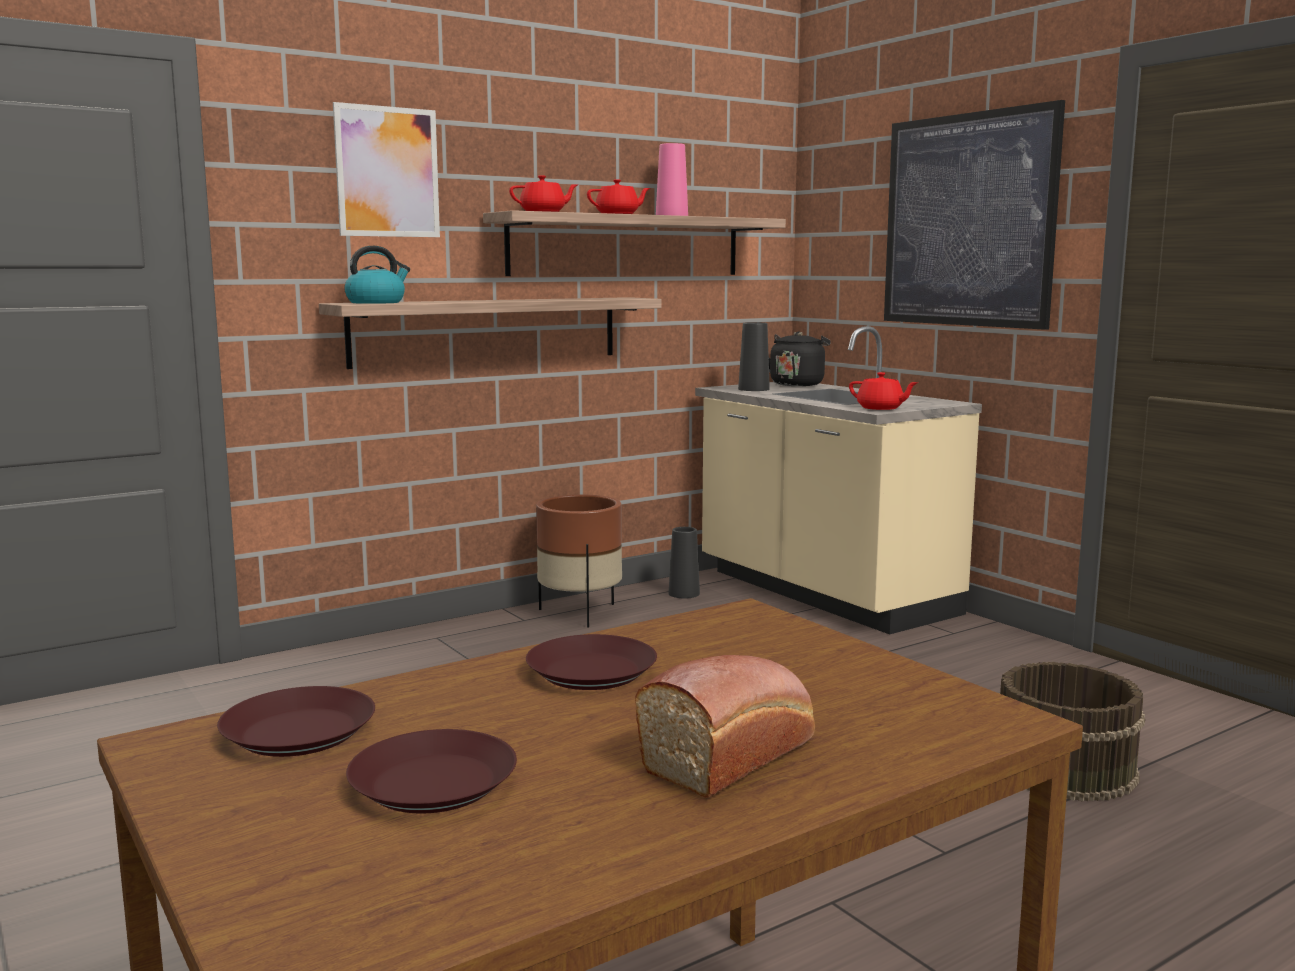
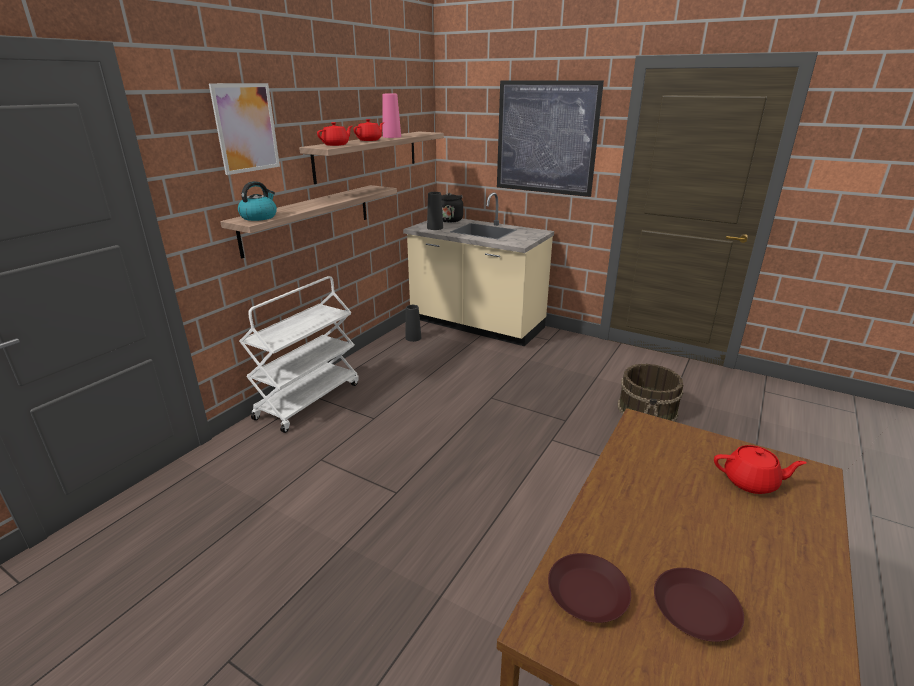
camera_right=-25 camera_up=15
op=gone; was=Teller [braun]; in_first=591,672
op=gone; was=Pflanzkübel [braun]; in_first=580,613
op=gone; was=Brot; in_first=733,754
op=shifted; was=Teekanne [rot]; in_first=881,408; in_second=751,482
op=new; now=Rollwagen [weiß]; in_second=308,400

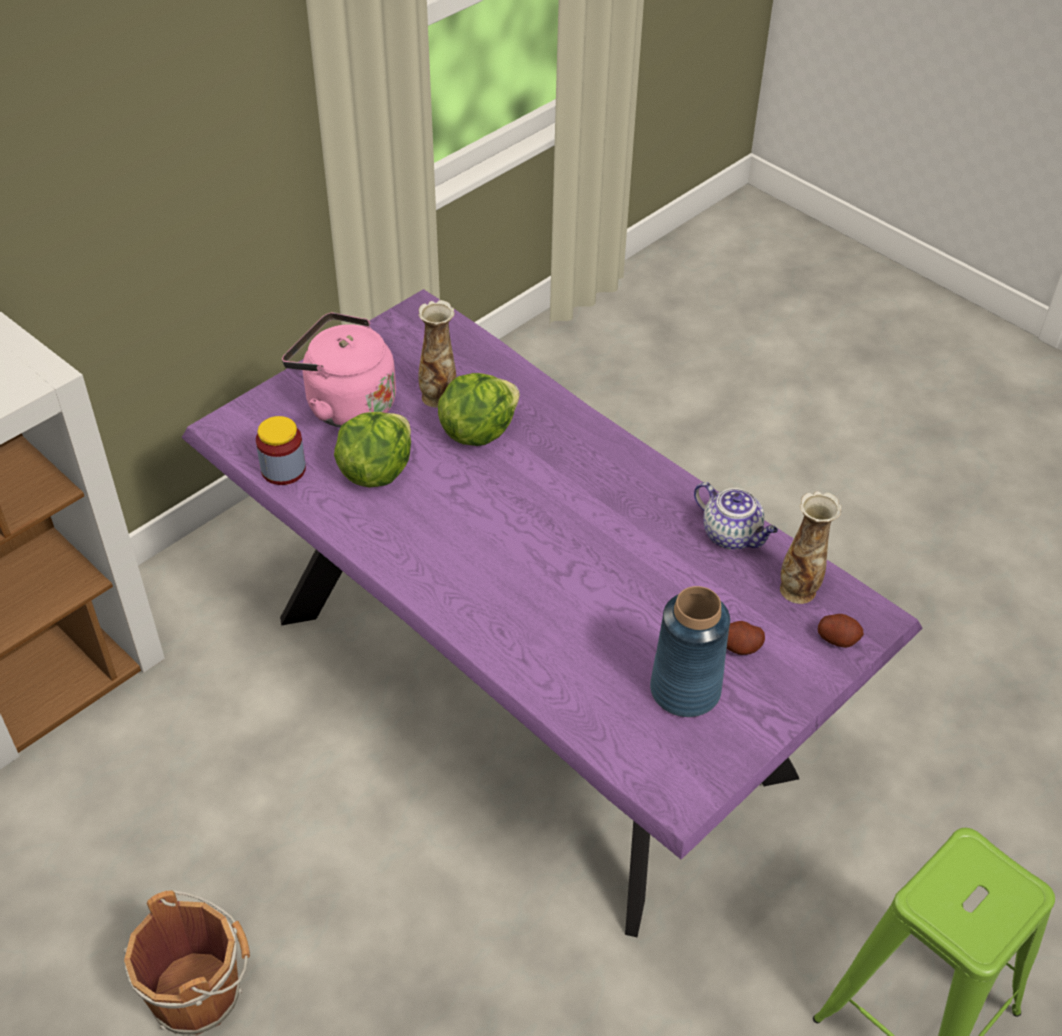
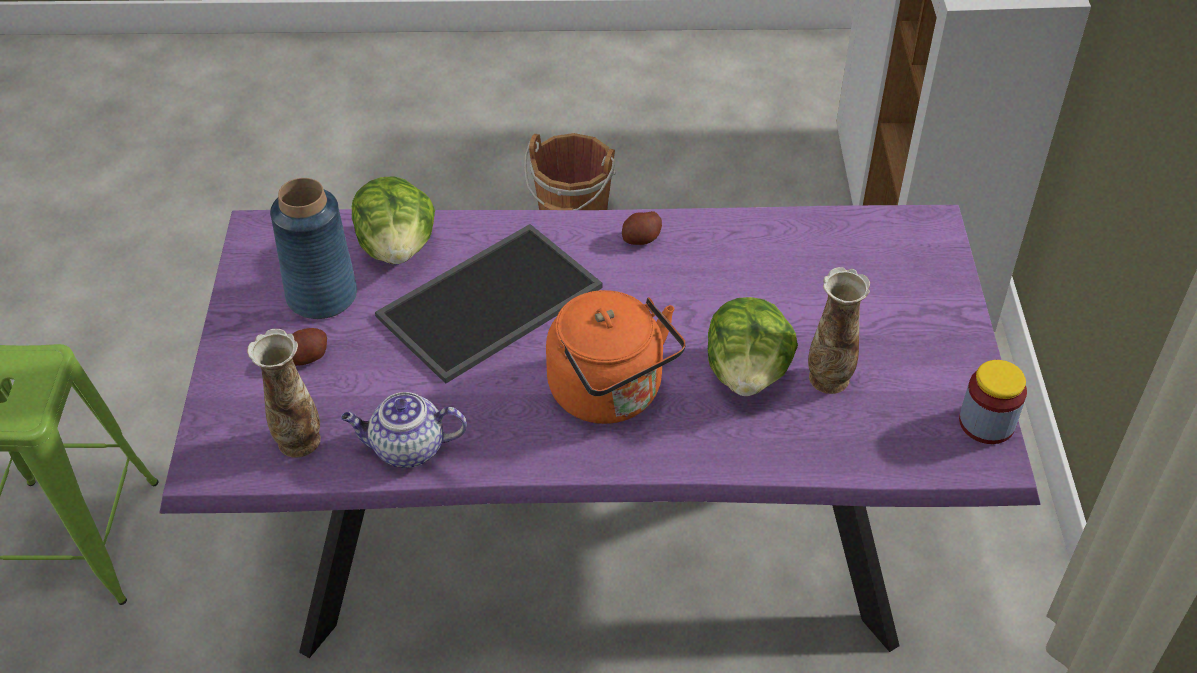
camera_right=135 camera_up=0
op=shifted; was=Vorratsglas; in_first=283,469; in_second=986,423
op=gone; was=Wasserkessel [rosa]; in_first=345,404
op=shifted; was=Salatkopf; in_first=375,471; in_second=397,248
op=shifted; was=Kartoffel; in_first=838,639; in_second=641,239
op=new; now=Tablett; in_second=489,299
op=new; now=Wasserkessel [orange]; in_second=611,394

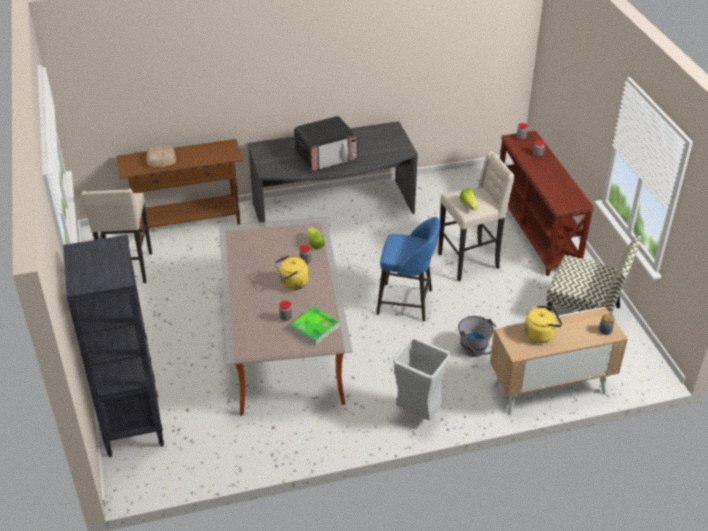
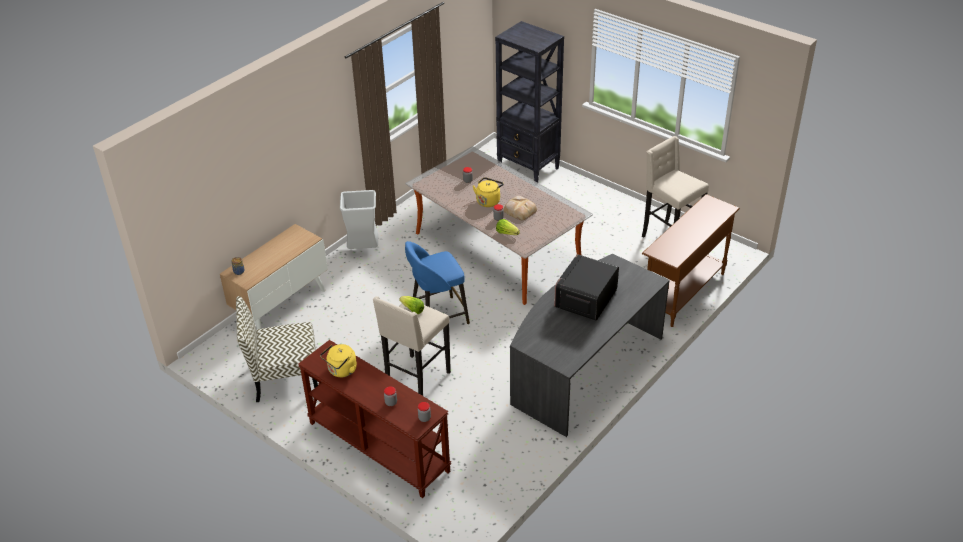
camera_right=145 camera_up=0
op=shifted; was=Brot; in_first=161,159; in_second=520,210
op=gone; was=Tablett; in_first=315,328
op=gone; was=Eimer [grau]; in_first=477,352
op=shifted; was=Wasserkessel [gelb]; in_first=540,334; in_second=341,371

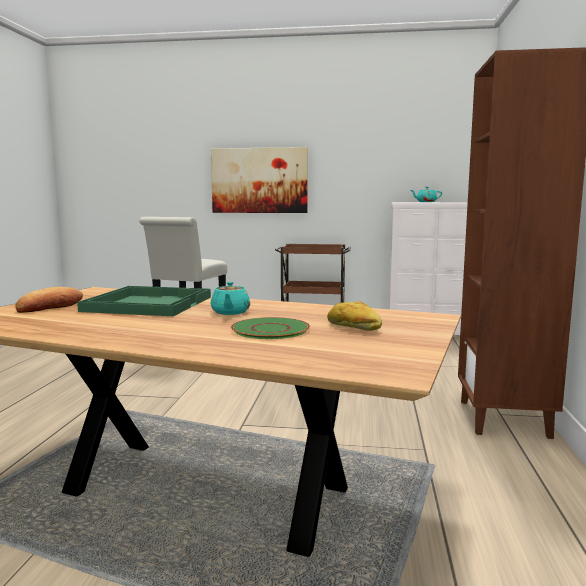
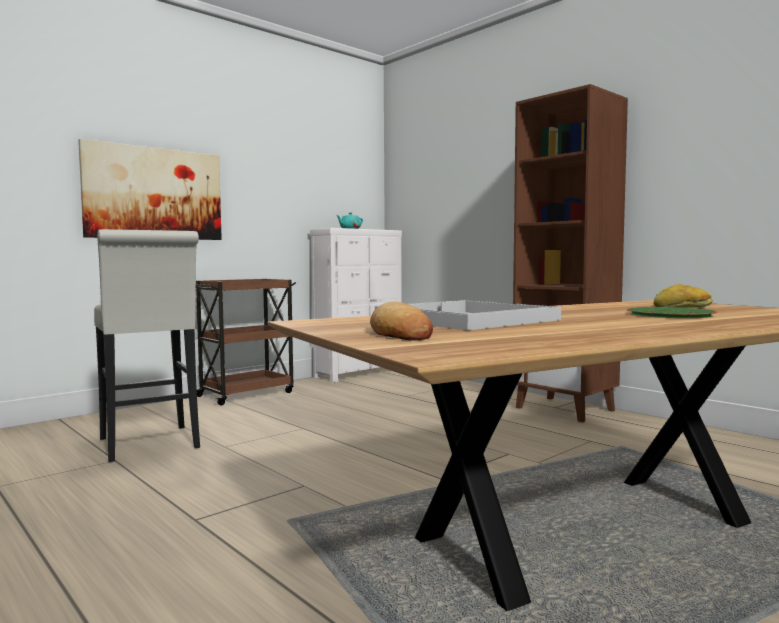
camera_right=-50 camera_up=-5
op=repainted; was=Tablett [grün]; now=Tablett [weiß]; in_first=148,303; in_second=464,319
op=gone; was=Teekanne [türkis]; in_first=230,312

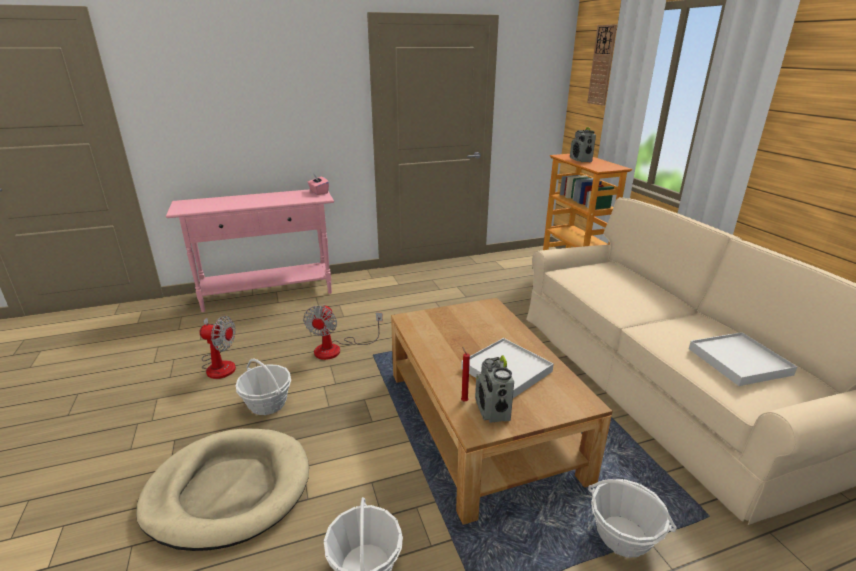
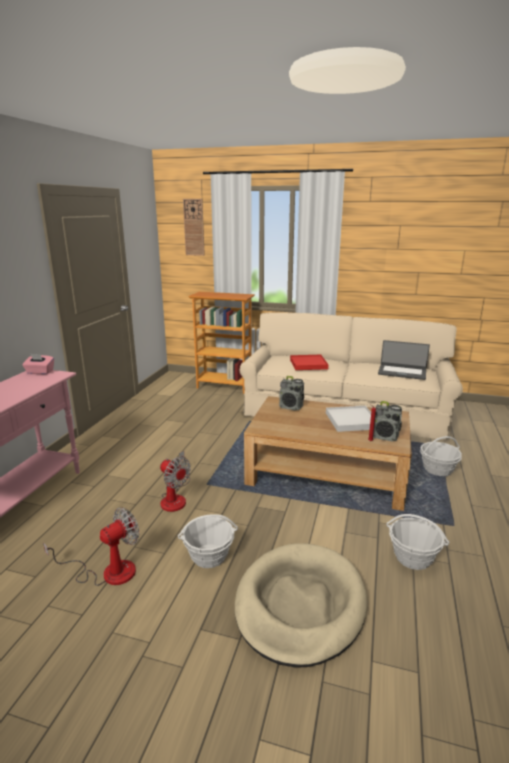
camera_right=-55 camera_up=-5
op=shifted; was=Radio; in_first=580,160; in_second=291,407
op=swapped; was=Tablett [weiß]; now=Laptop; in_first=739,361; in_second=402,372
op=new; now=Tablett [rot]; in_second=308,364

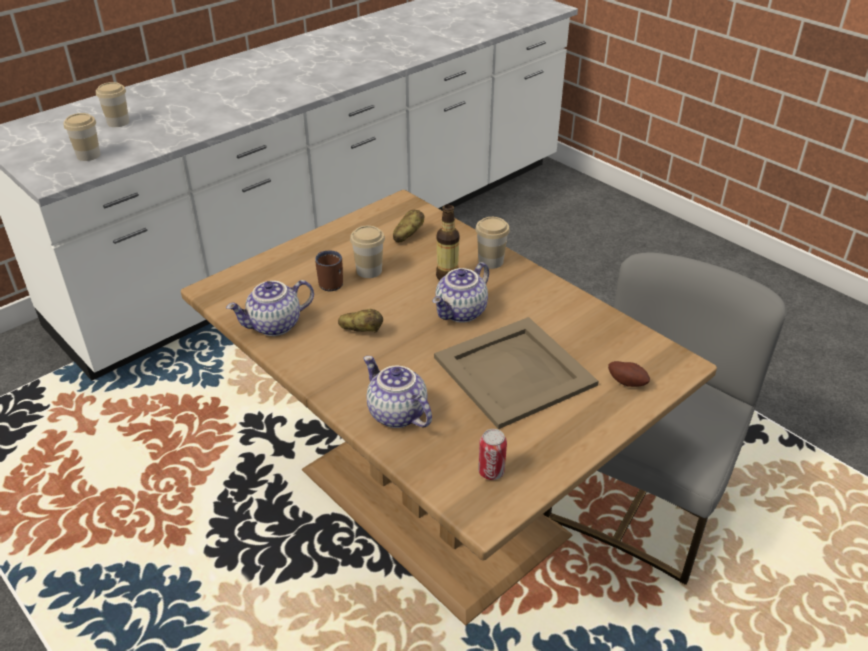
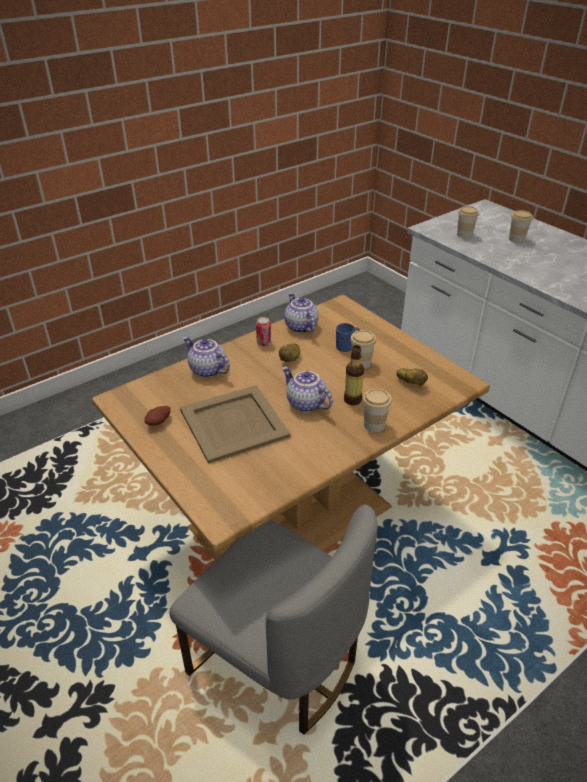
camera_right=95 camera_up=0
op=repainted; was=Henkelbecher [braun]; now=Henkelbecher [blau]; in_first=329,282; in_second=347,346
op=rotated; was=Teekanne; in_first=395,414; in_second=206,370; clockwise=-105
op=shifted; was=Dose; in_first=491,472; in_second=264,343
op=shifted; was=Kartoffel; in_first=627,382; in_second=159,422

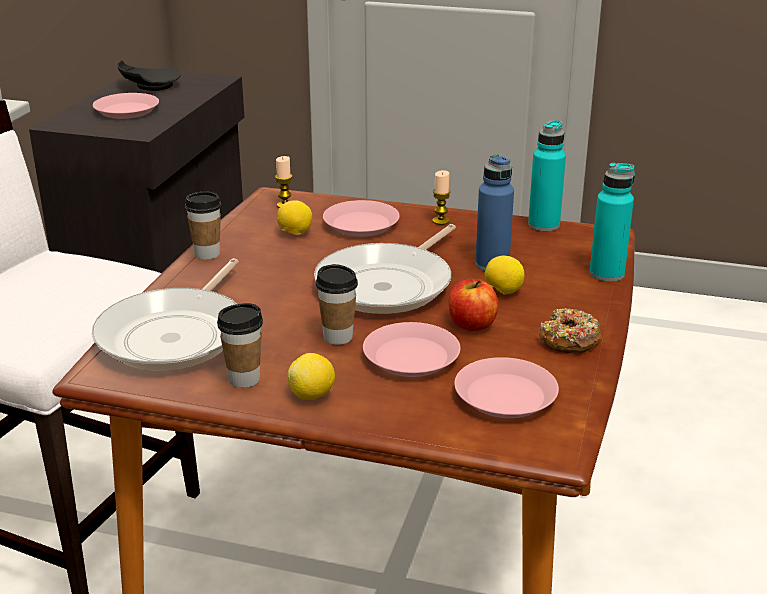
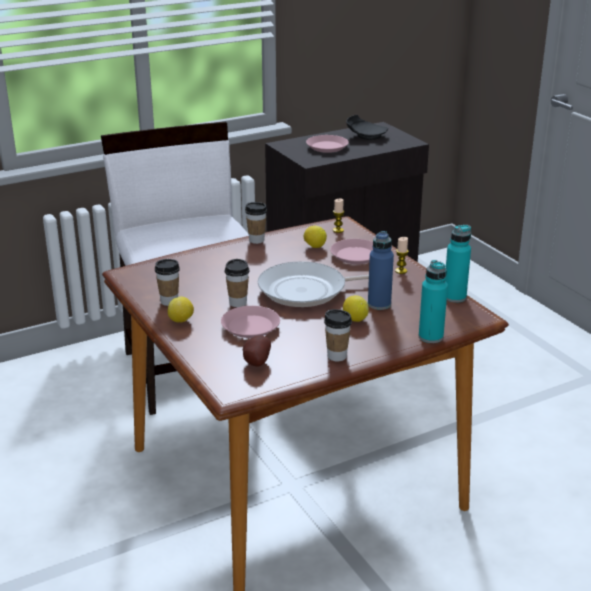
camera_right=45 camera_up=0
op=gone; was=Pfanne; in_first=177,334
op=gone; was=Apfel; in_first=472,324
op=swapped; was=Teller [rosa]; now=Kartoffel; in_first=505,396; in_second=255,362
op=swapped; was=Donut; now=Tasse; in_first=569,340; in_second=337,356

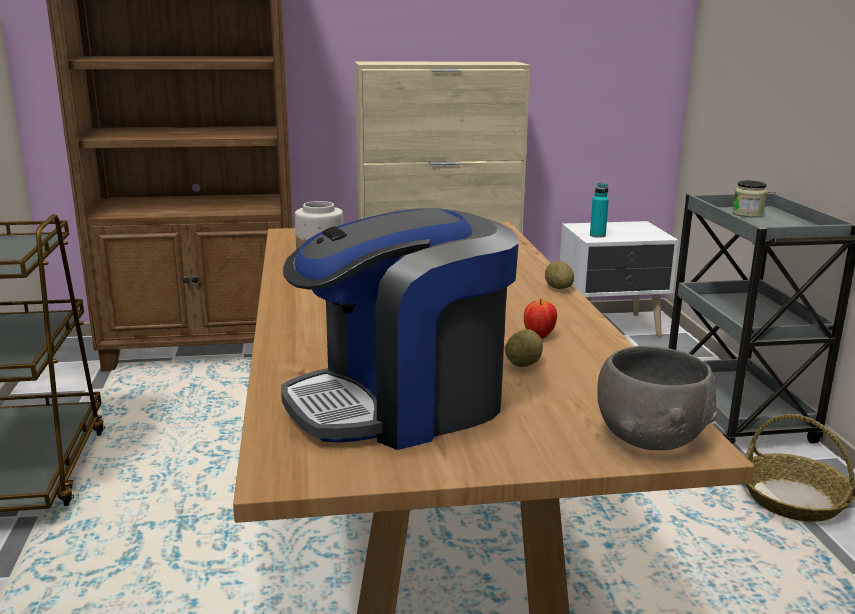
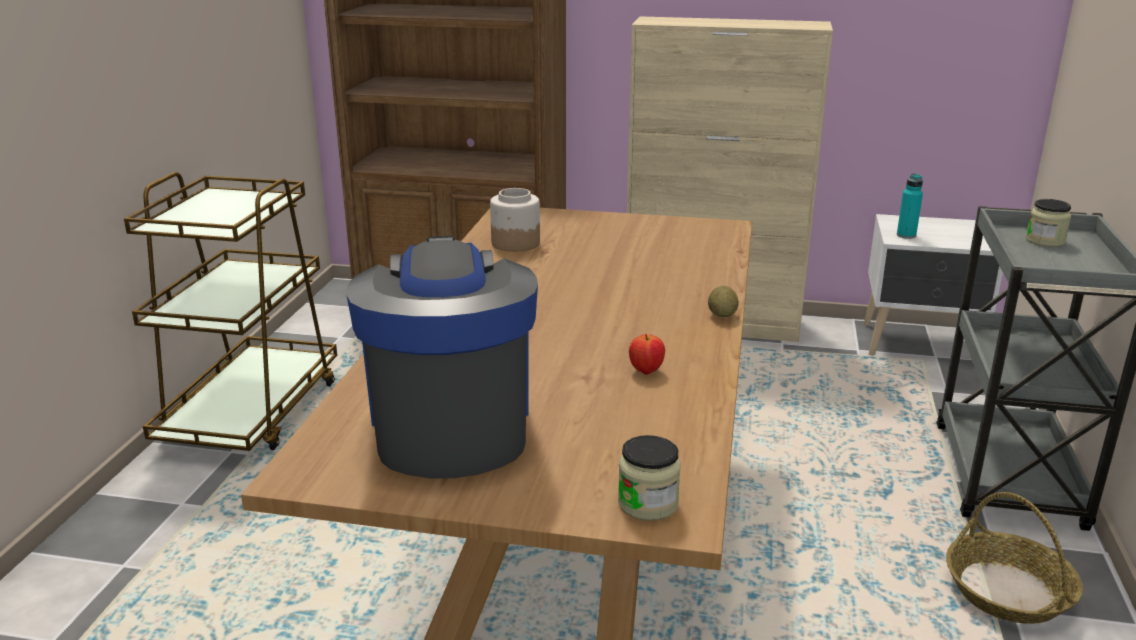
camera_right=20 camera_up=5
op=rotated; was=Kaffeemaschine; in_first=402,403; in_second=450,424; clockwise=90
op=gone; was=Kartoffel; in_first=523,364
op=swapped; was=Schüssel [grau]; now=Vorratsglas; in_first=652,437; in_second=648,503

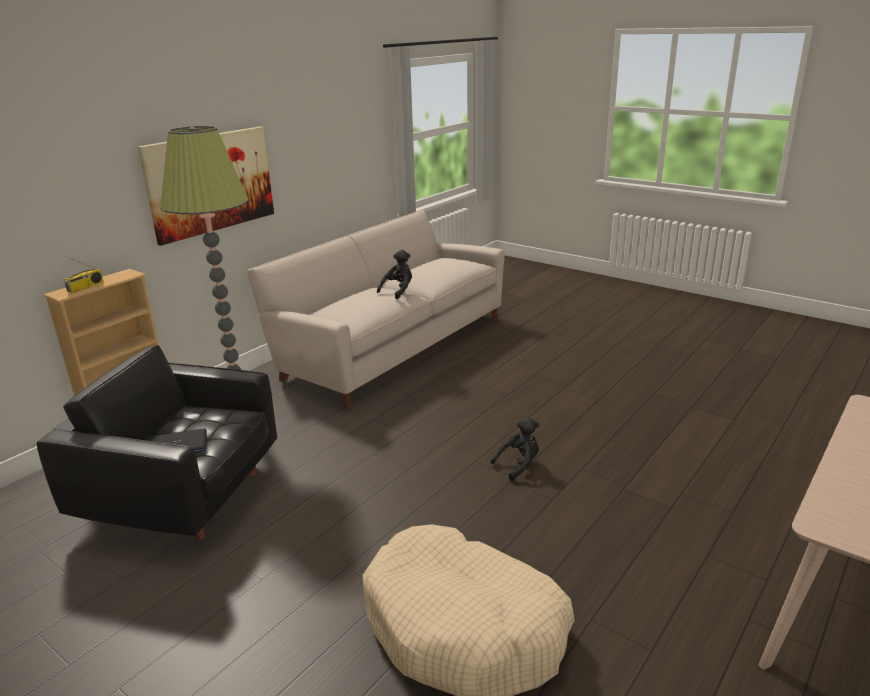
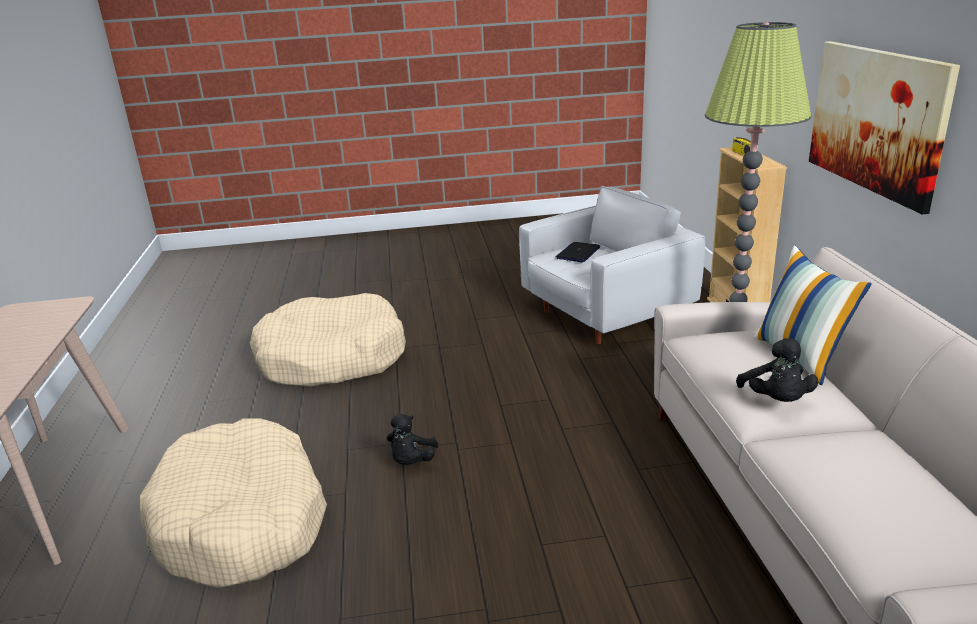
camera_right=135 camera_up=0
op=repainted; was=Sessel [schwarz]; now=Sessel [weiß]; in_first=184,496; in_second=605,315
op=new; now=Hundebett [beige]; in_second=242,521
op=new; now=Kissen; in_second=800,357

